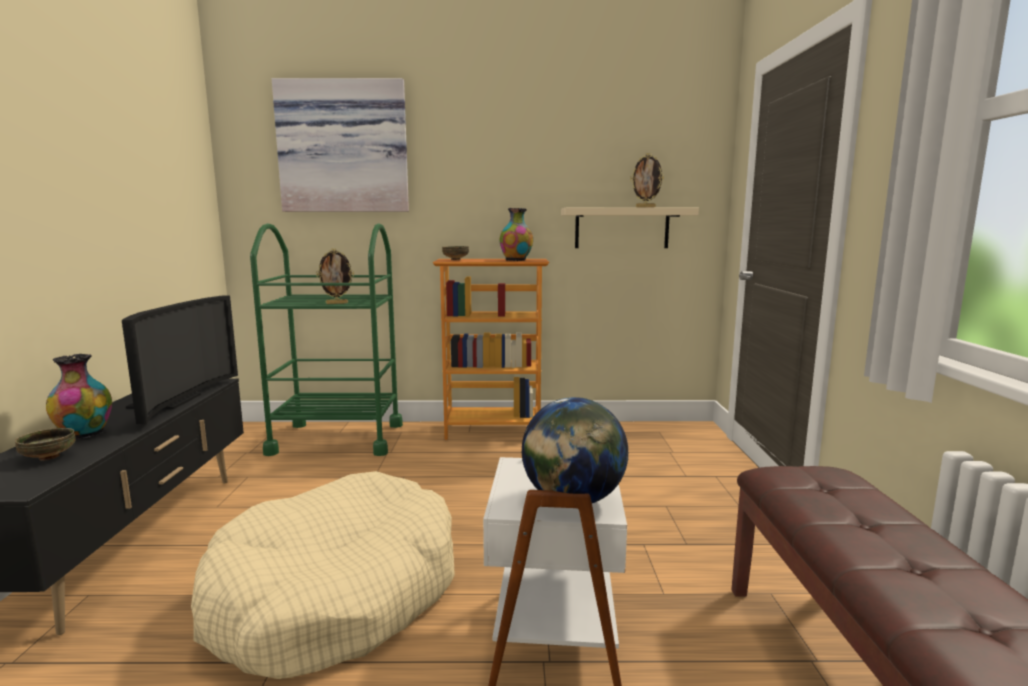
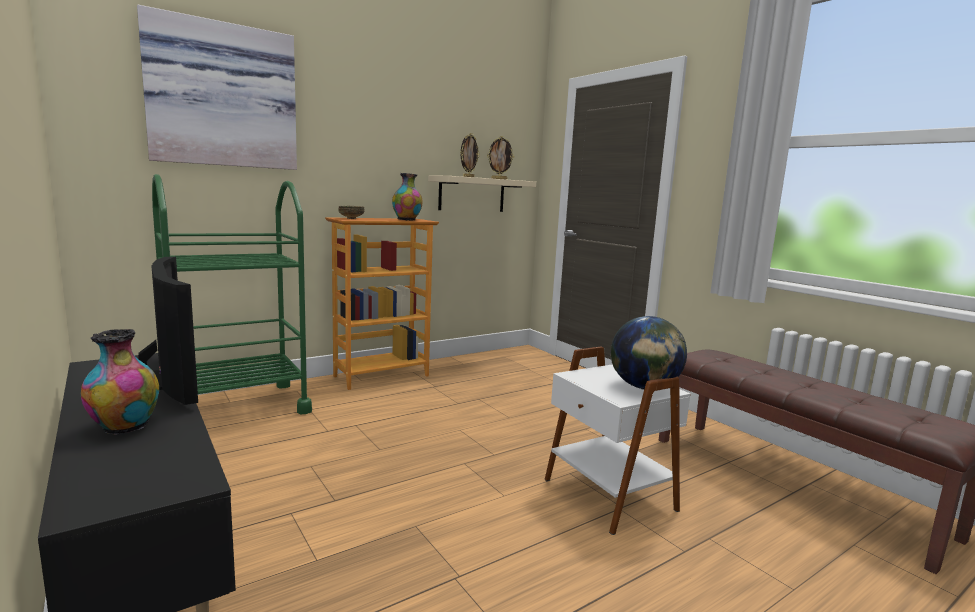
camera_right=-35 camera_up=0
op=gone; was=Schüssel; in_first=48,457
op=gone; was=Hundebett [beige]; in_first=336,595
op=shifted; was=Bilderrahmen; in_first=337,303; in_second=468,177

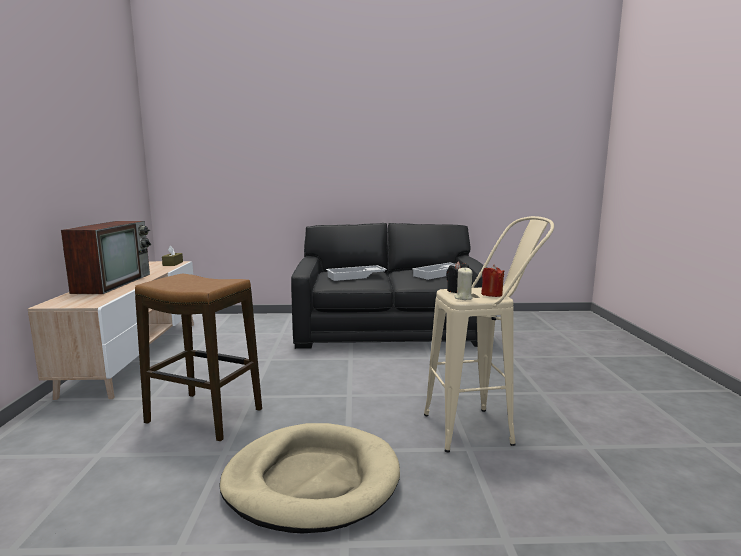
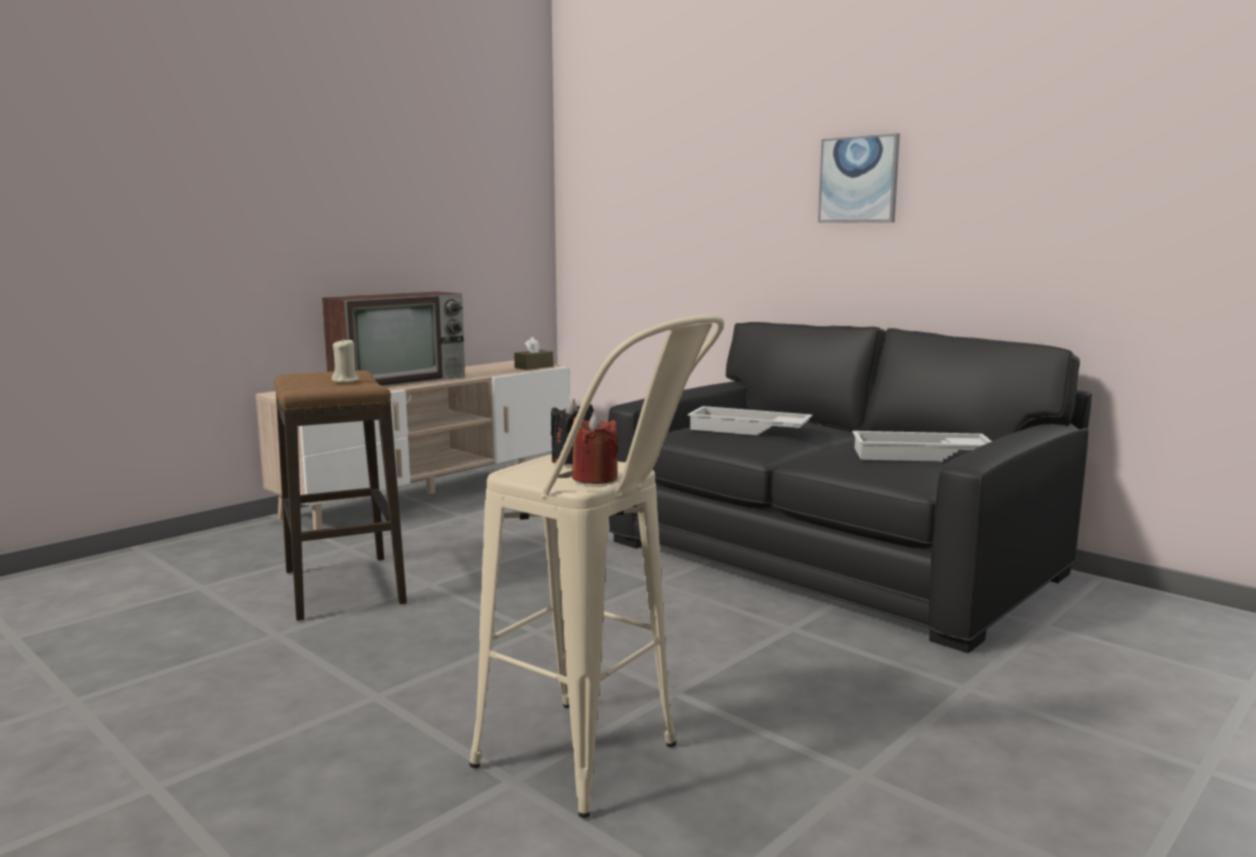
camera_right=45 camera_up=0
op=gone; was=Hundebett [beige]; in_first=312,481
op=shifted; was=Kerze [beige]; in_first=463,298; in_second=346,380
op=new; now=Bild; in_second=858,180

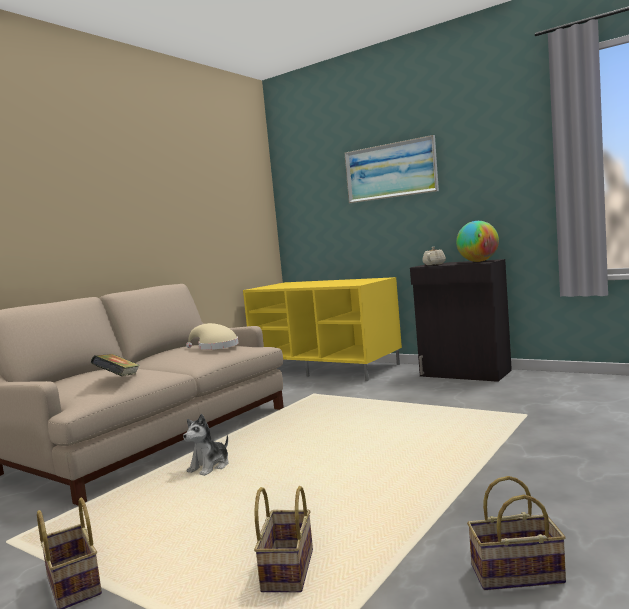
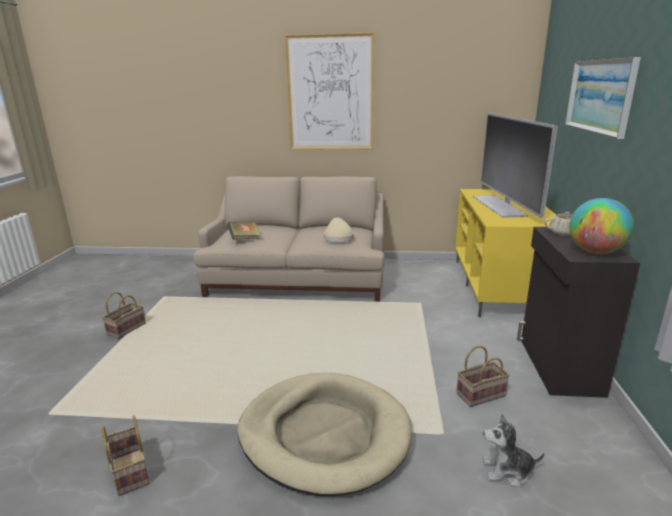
camera_right=60 camera_up=15
op=shifted; was=Plüschtier; in_first=210,467; in_second=507,471
op=shifted; was=Korb; in_first=287,569; in_second=481,394
op=new; now=Hundebett [beige]; in_second=324,434
op=new; now=Bild; in_second=330,93
op=new; now=Fernseher; in_second=500,206

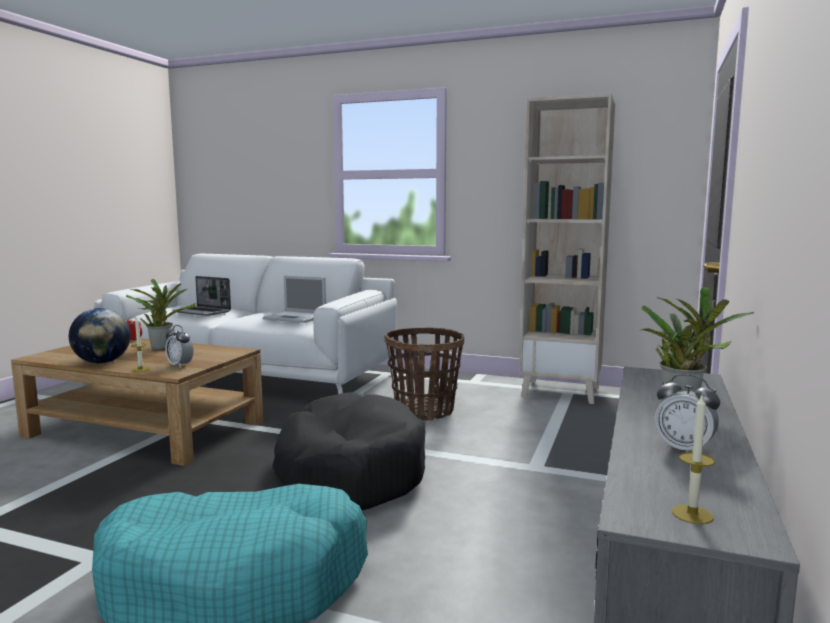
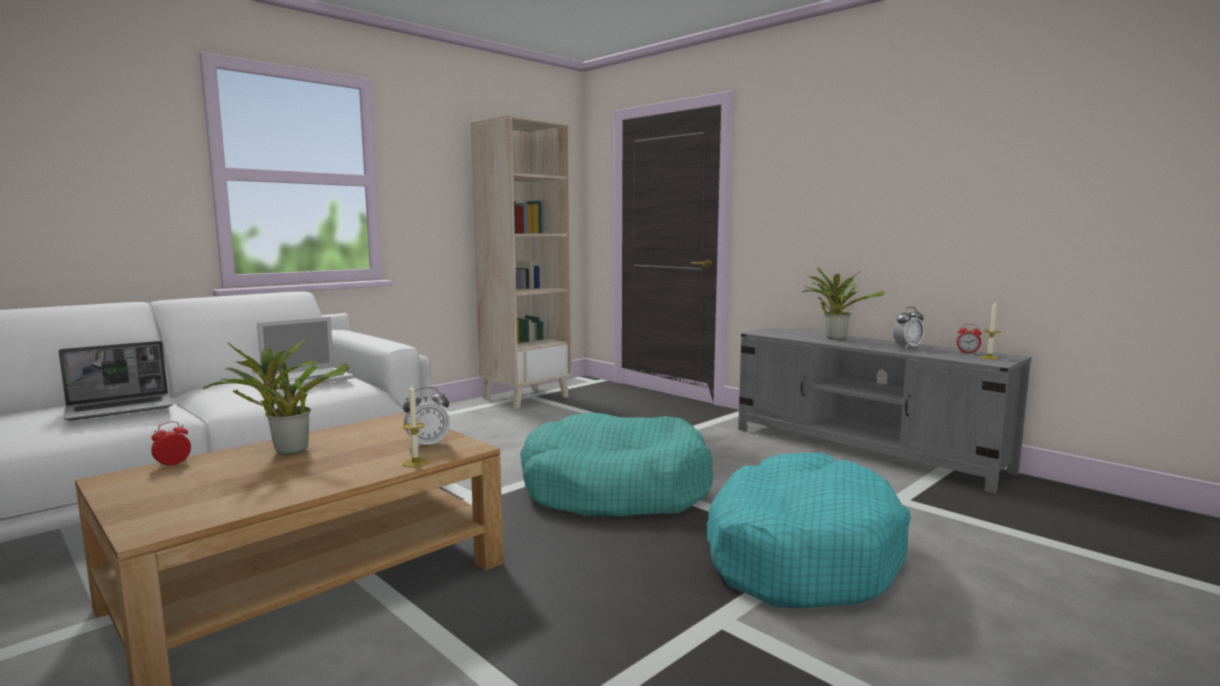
camera_right=-65 camera_up=0
op=gone; was=Globus; in_first=102,362
op=repainted; was=Hundebett [schwarz]; now=Hundebett [türkis]; in_first=350,472; in_second=615,489
op=gone; was=Korb; in_first=424,411
op=new; now=Wecker; in_second=967,352

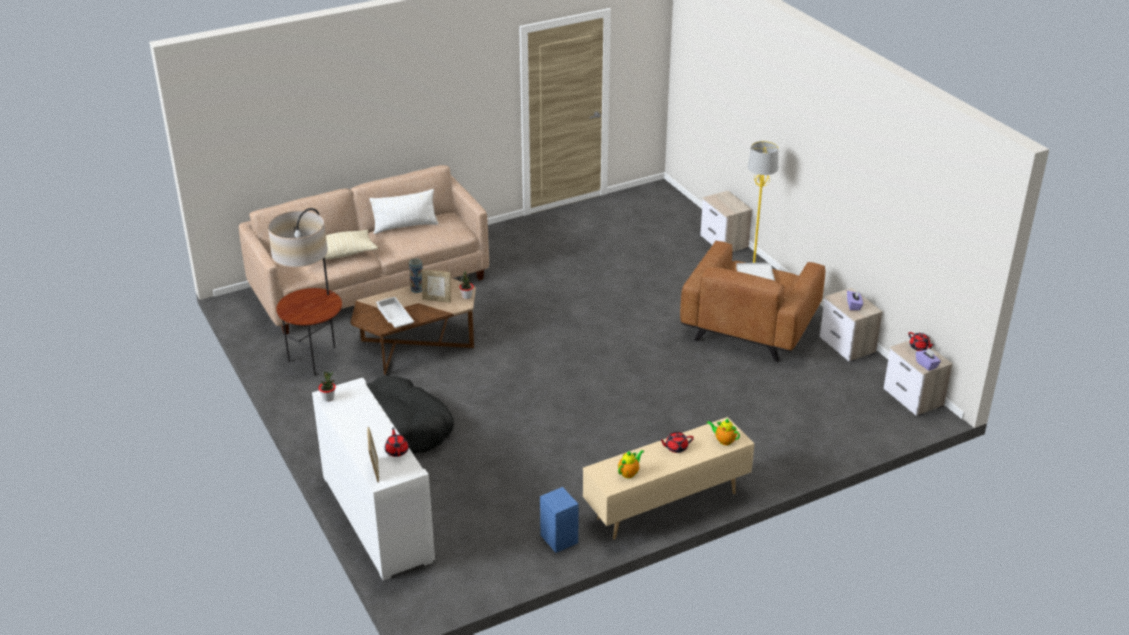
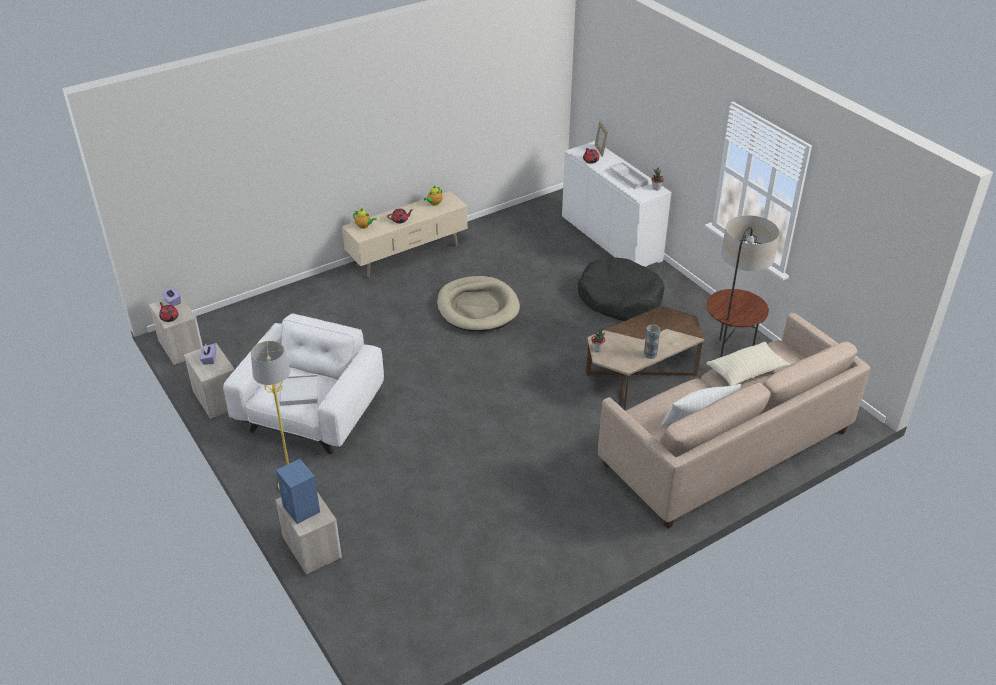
camera_right=175 camera_up=5
op=shifted; was=Tablett [weiß]; in_first=394,317; in_second=629,178
op=gone; was=Bilderrahmen; in_first=437,299
op=shifted; was=Lautsprecher [blau]; in_first=558,538; in_second=302,509
op=repainted; was=Sessel [braun]; now=Sessel [weiß]; in_first=749,328; in_second=311,414
op=new; now=Hundebett [beige]; in_second=477,307

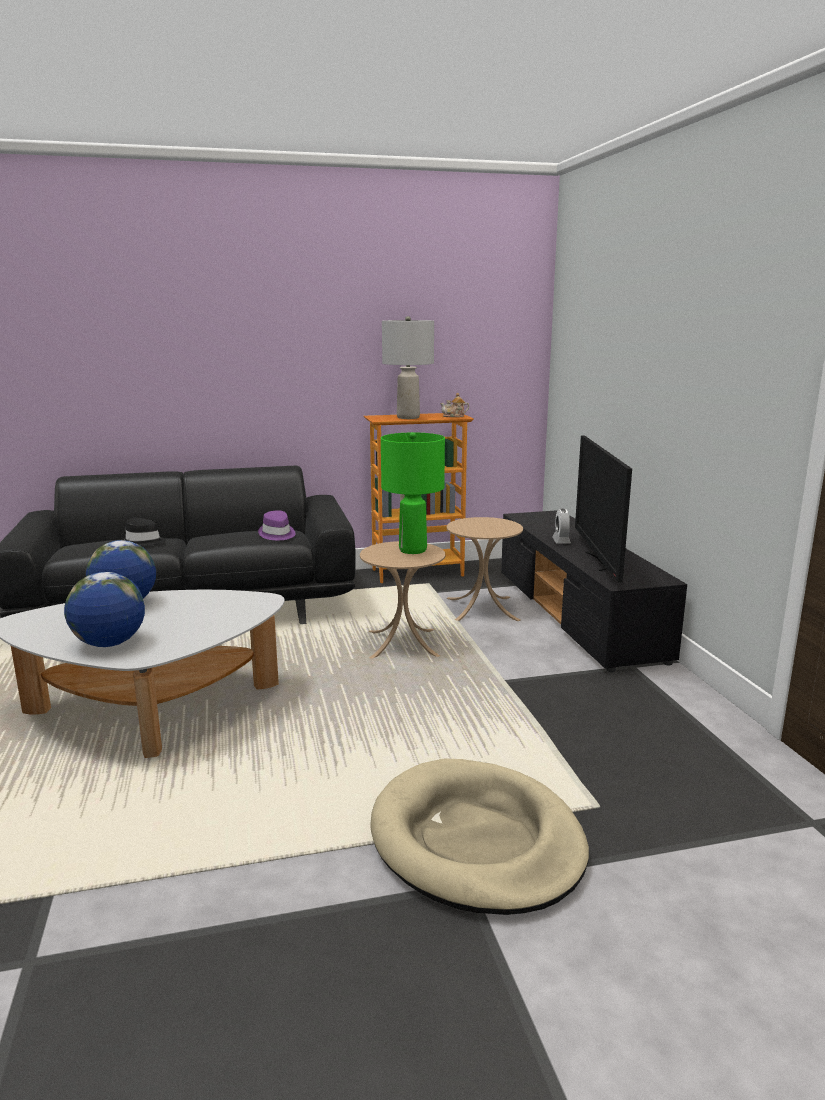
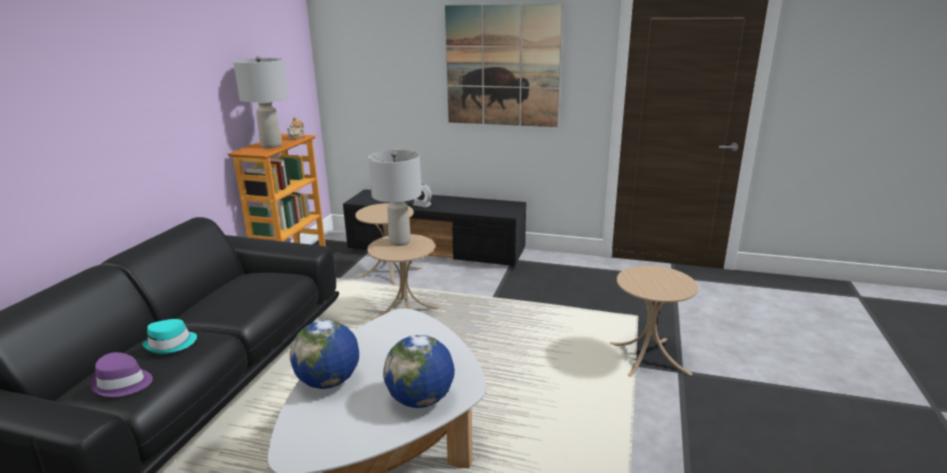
camera_right=-60 camera_up=5
op=repainted; was=Hut [schwarz]; now=Hut [türkis]; in_first=143,541; in_second=171,344
op=shifted; was=Hut [lila]; in_first=277,534; in_second=122,383
op=swapped; was=Hundebett [beige]; now=Beistelltisch [beige]; in_first=476,841; in_second=647,358
op=repainted; was=Tischlampe [grün]; now=Tischlampe [grau]; in_first=413,550; in_second=399,241
op=gone; was=Fernseher; in_first=599,561
op=new; now=Bild; in_second=502,66

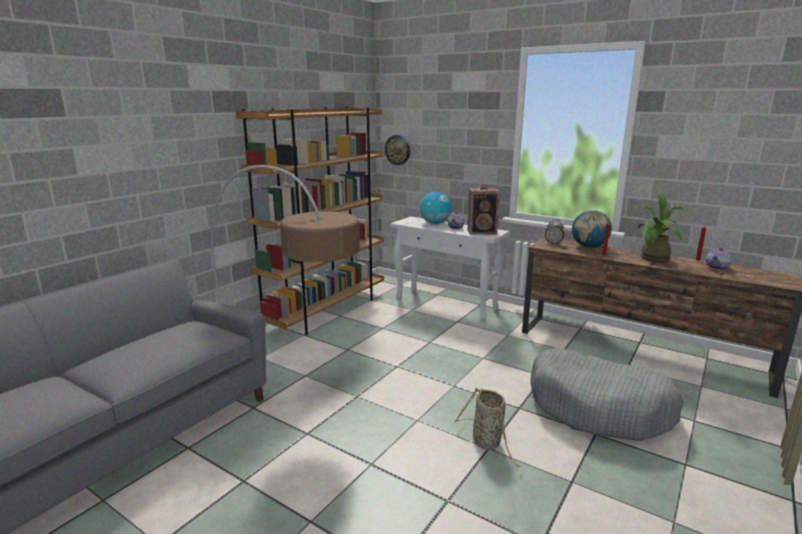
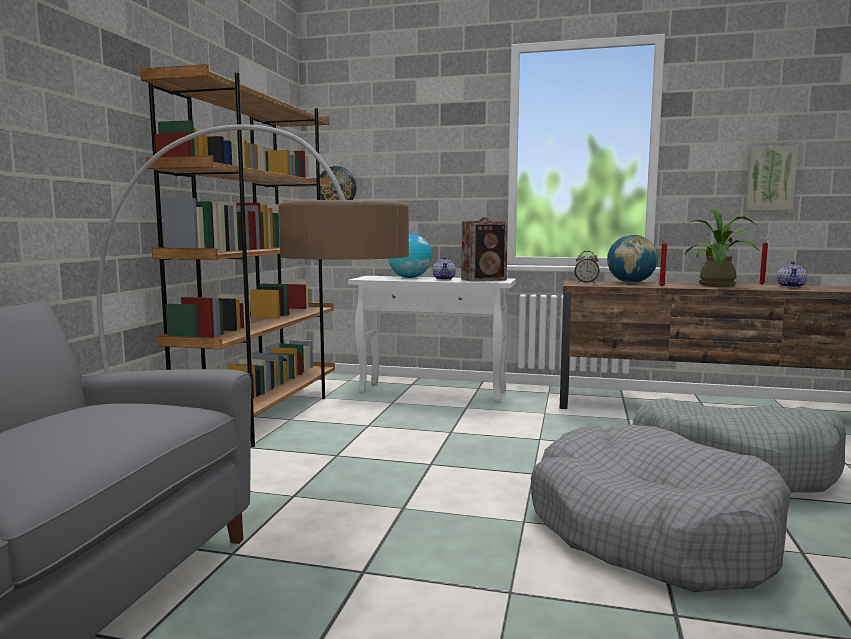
camera_right=-20 camera_up=-10
op=swapped; was=Korb; now=Hundebett [grau]; in_first=488,443; in_second=650,530
op=new; now=Bild; in_second=770,178

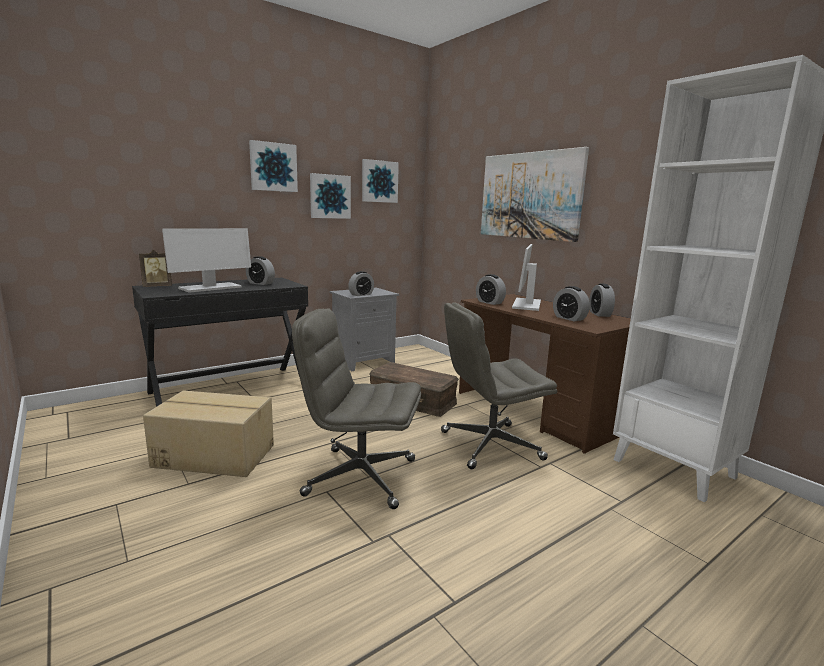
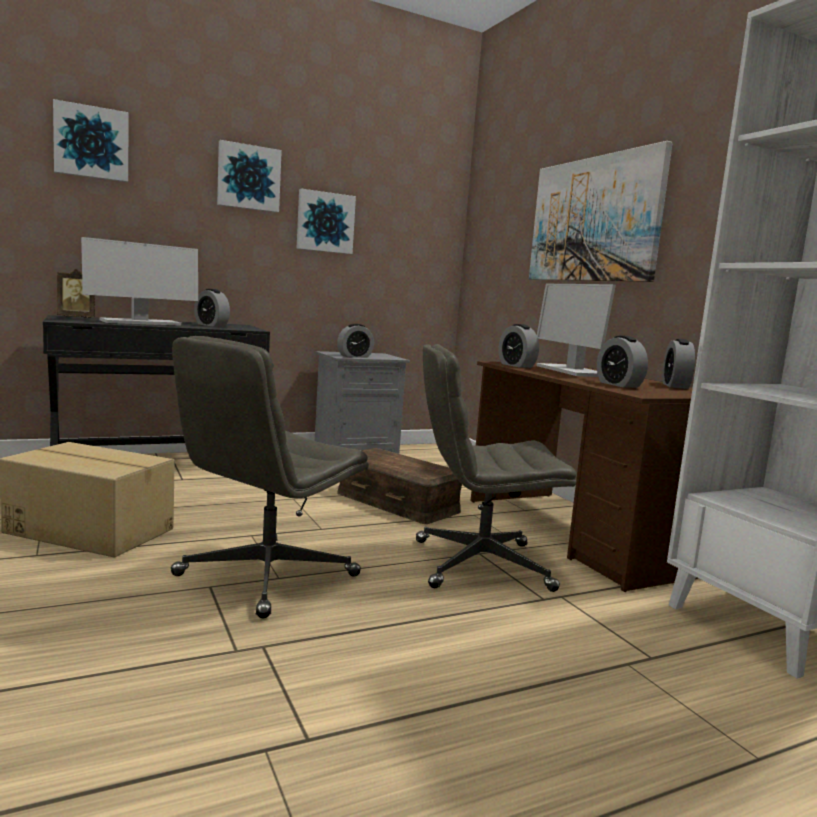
camera_right=10 camera_up=-5
op=rotated; was=Bürostuhl [grau]; in_first=359,477; in_second=266,576; clockwise=-75
op=shifted; was=Bild; in_first=379,181; in_second=91,142
op=rotated; was=Monitor; in_first=526,304; in_second=570,371; clockwise=-45

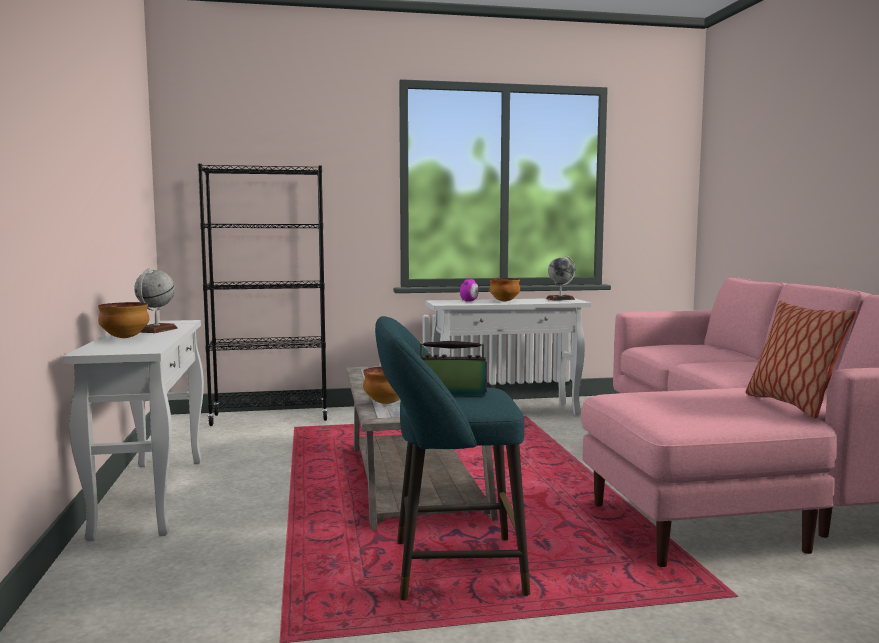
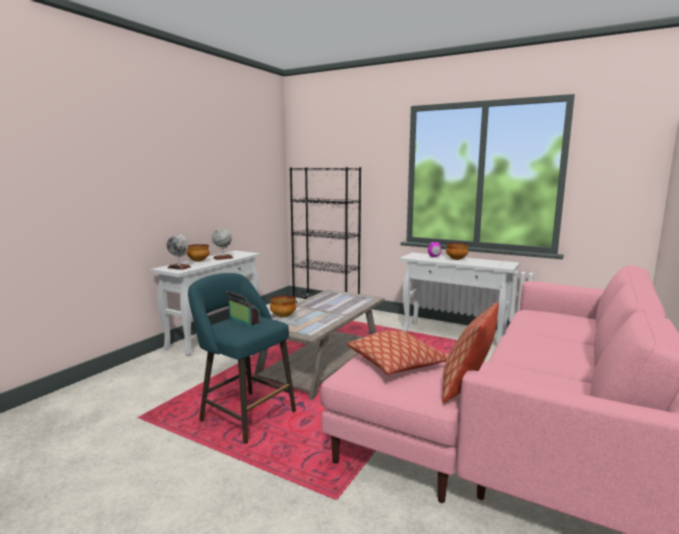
camera_right=40 camera_up=5
op=shifted; was=Globus; in_first=560,299; in_second=179,267
op=new; now=Kissen; in_second=397,363

